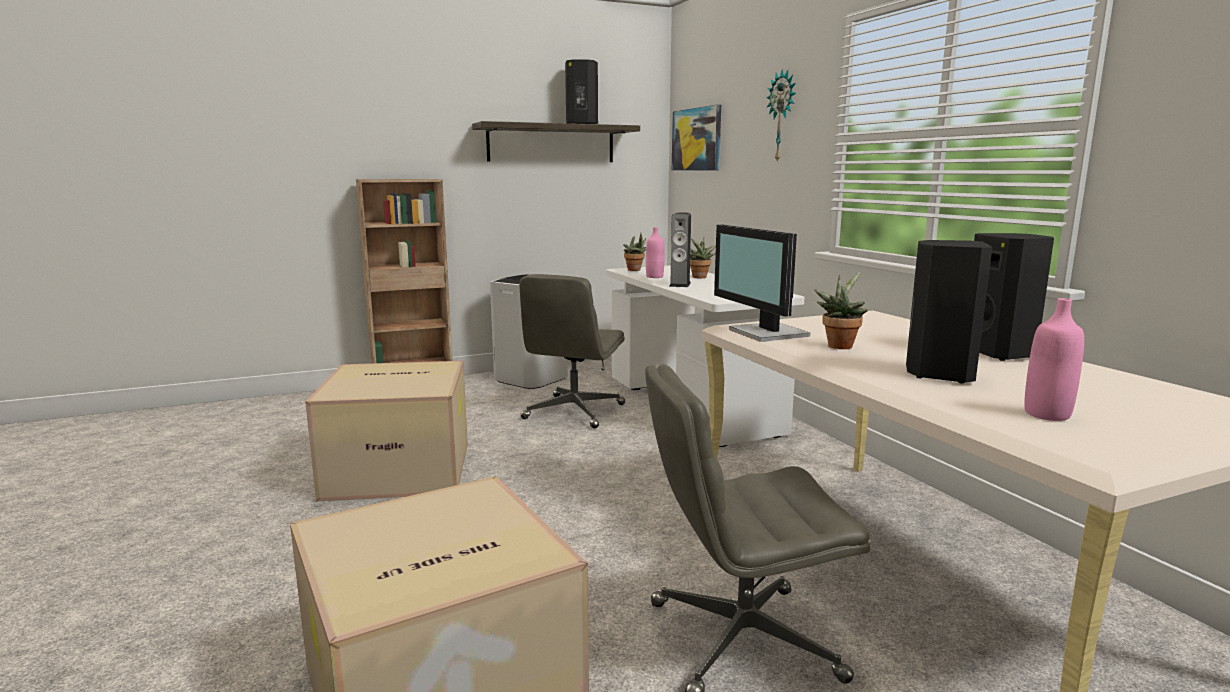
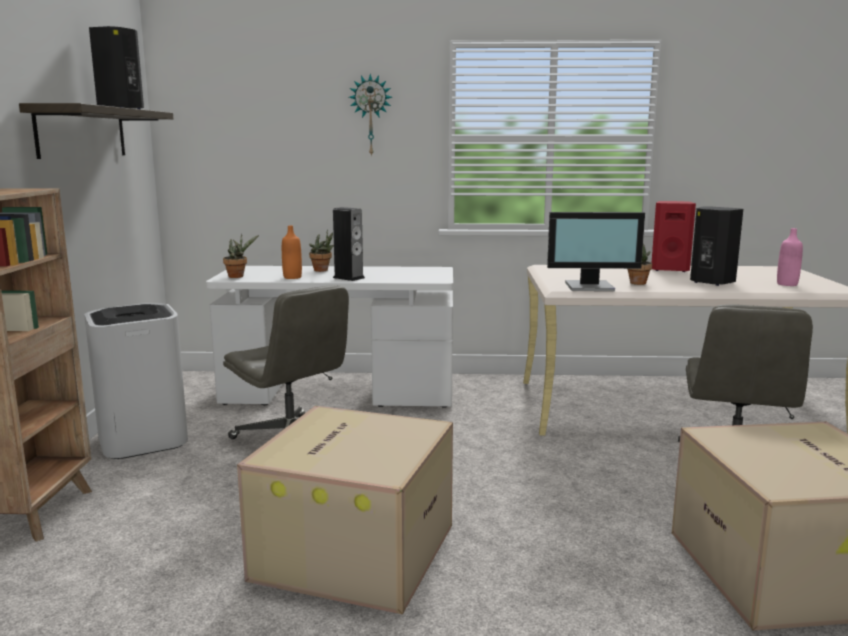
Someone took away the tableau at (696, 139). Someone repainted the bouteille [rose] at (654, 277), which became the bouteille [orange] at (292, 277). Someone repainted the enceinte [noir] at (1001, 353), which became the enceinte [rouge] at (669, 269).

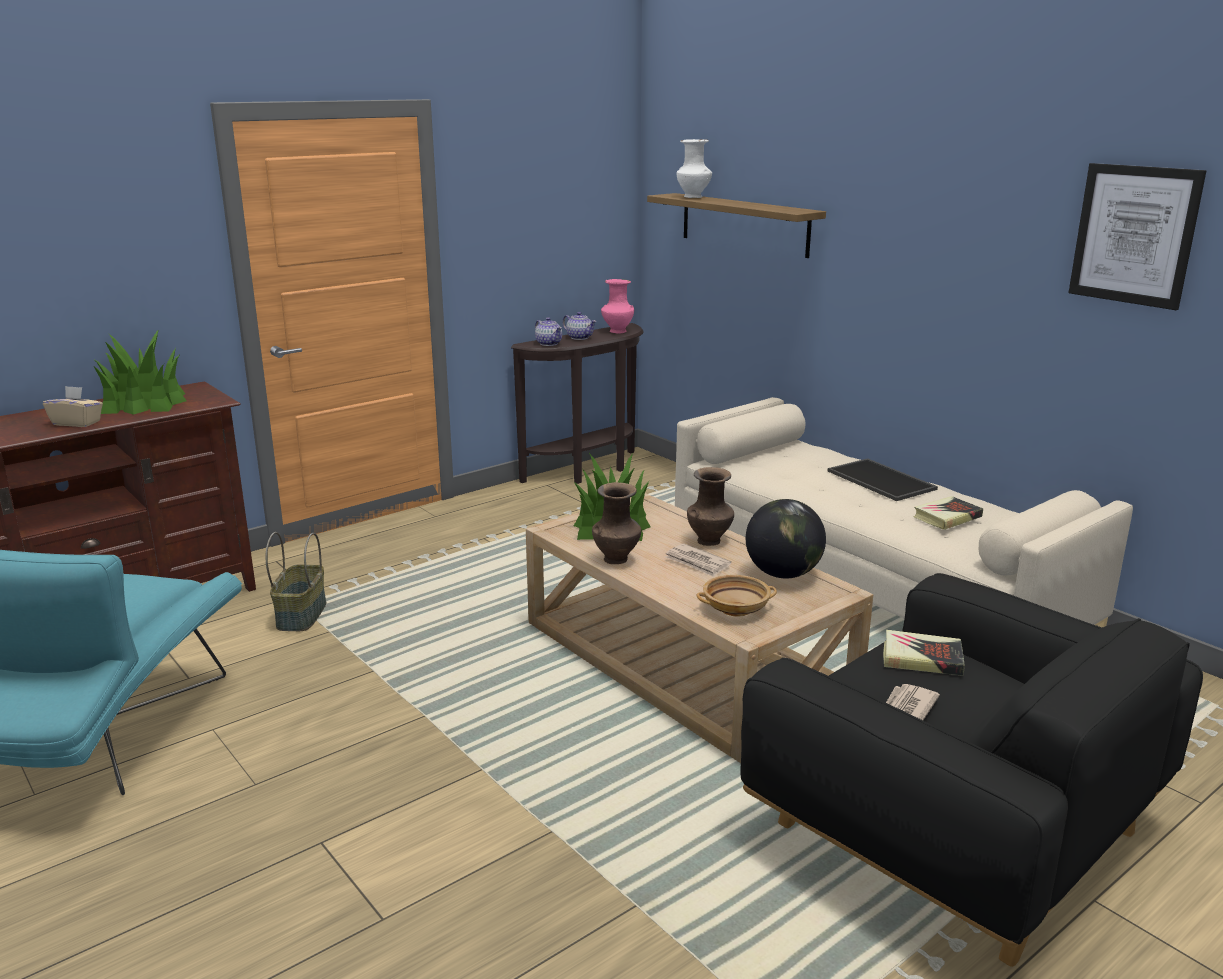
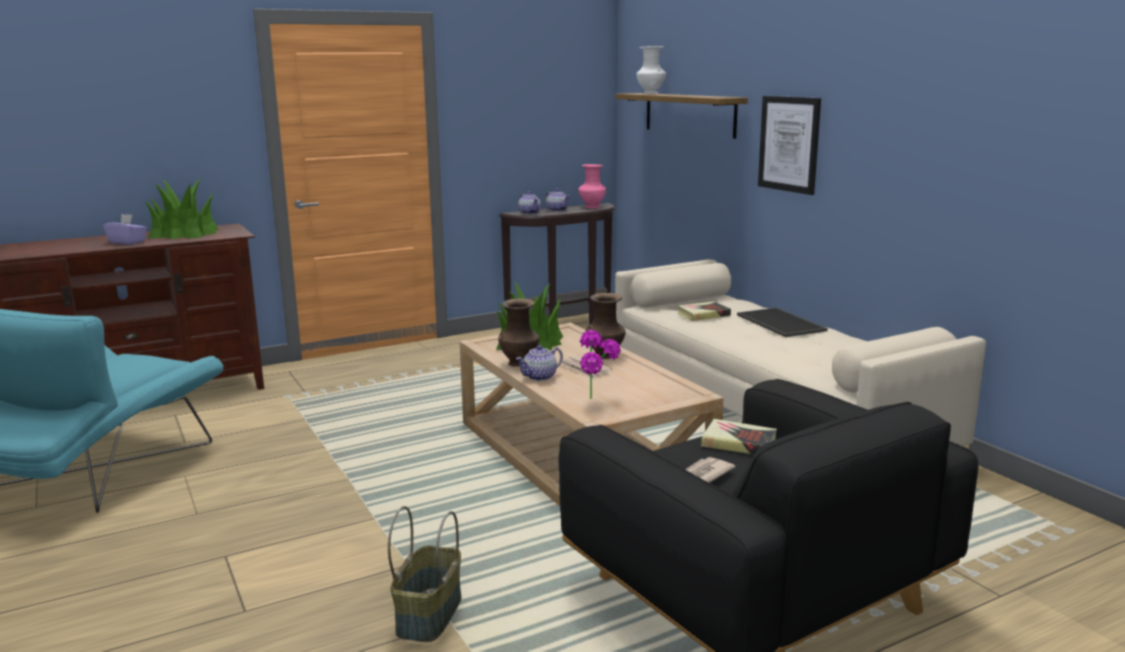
Someone carried the tableau from (1134, 235) to (789, 144). Someone repainted the boîte à mouchoirs [beige] at (77, 423), which became the boîte à mouchoirs [violet] at (127, 242). Someone carried the livre from (947, 517) to (703, 315). Someone took away the globe at (783, 574). Someone carried the panier from (301, 615) to (428, 614). Someone swapped the bol [beige] at (736, 608) for the plante en pot at (598, 400). Someone put down the théière at (540, 377).

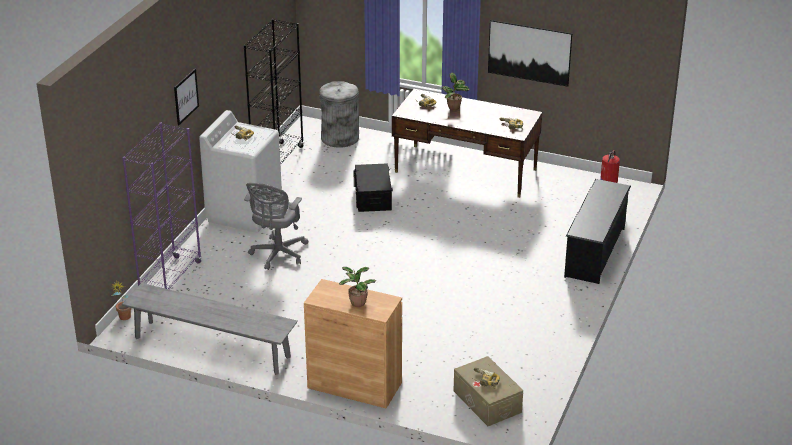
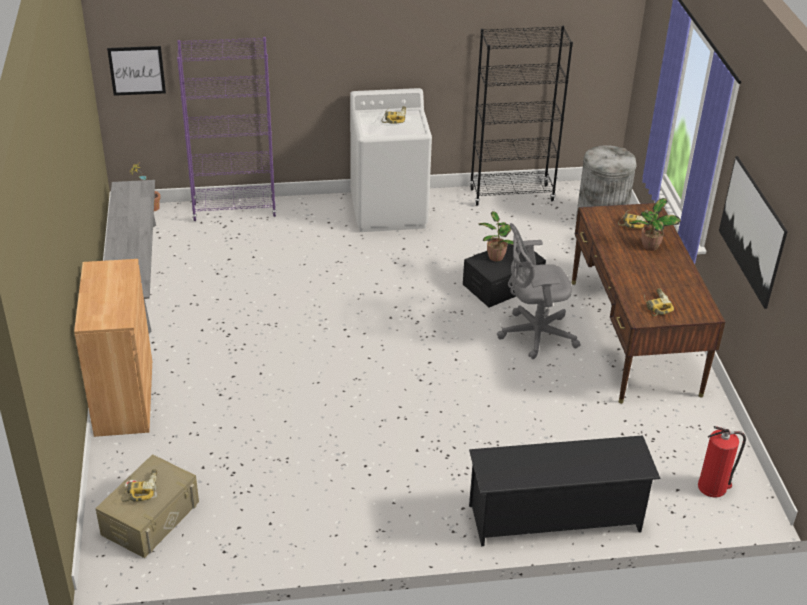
Someone carried the tableau from (186, 96) to (137, 70). Someone carried the chaise de bureau [gris] from (277, 255) to (533, 334). Someone carried the plante en pot from (357, 303) to (495, 256).

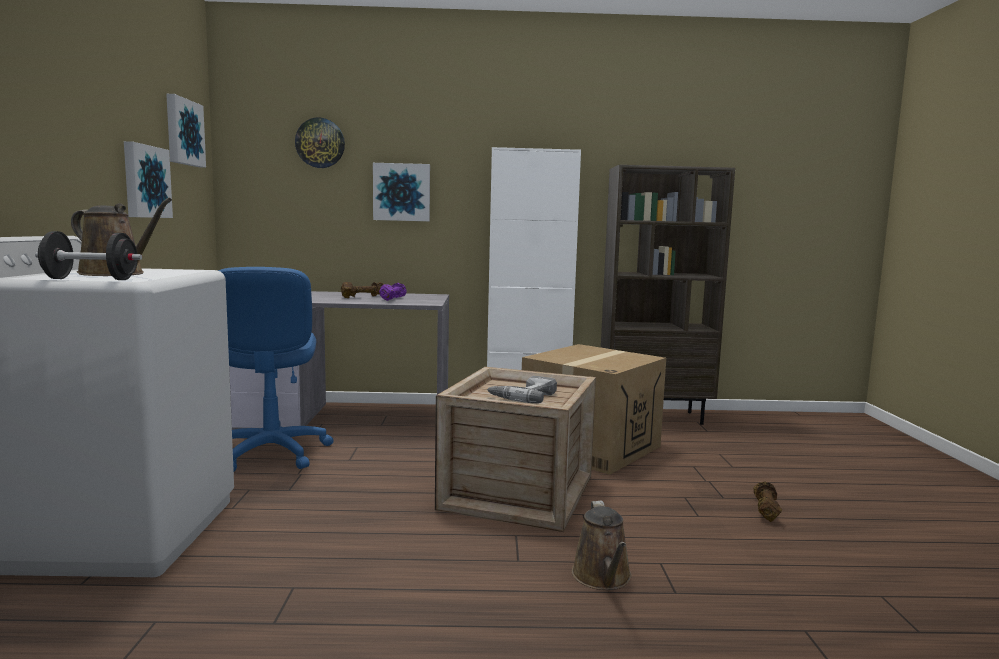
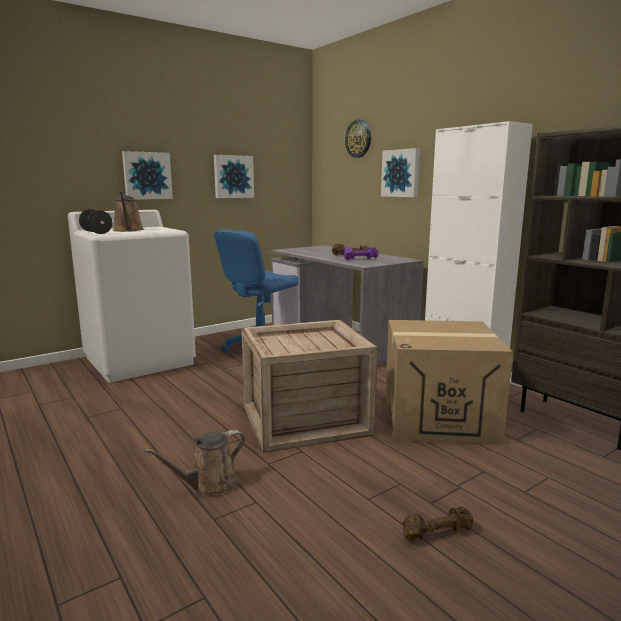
Someone carried the tableau from (183, 132) to (147, 175). Someone took away the perceuse at (523, 396).

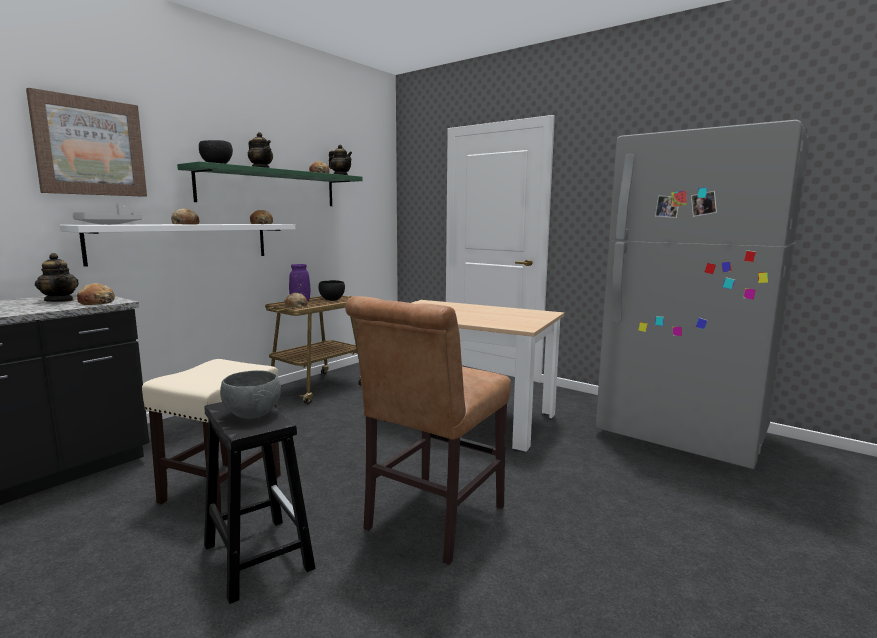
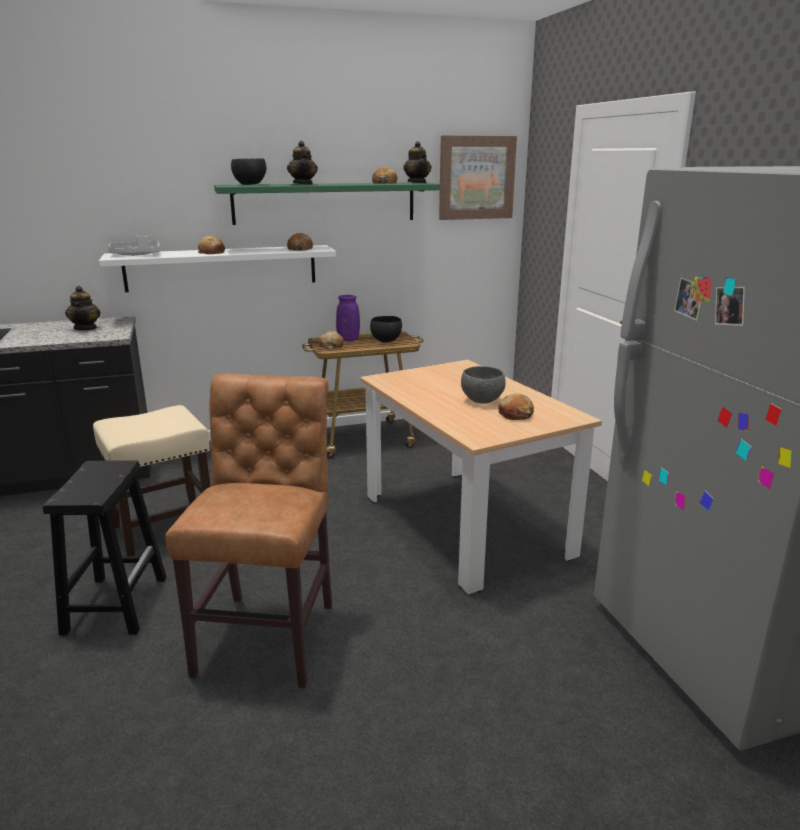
Someone carried the tableau from (90, 147) to (476, 178). Someone carried the pain from (96, 302) to (515, 414). Someone rotated the chaise [marron] at (430, 521) by 120 degrees clockwise. Someone carried the bol [gris] from (252, 414) to (482, 400).

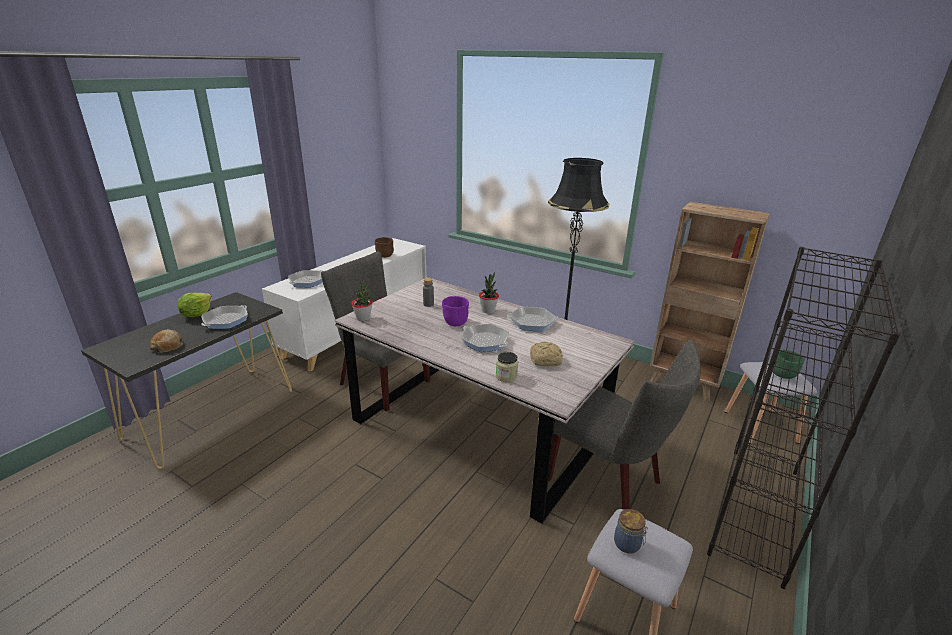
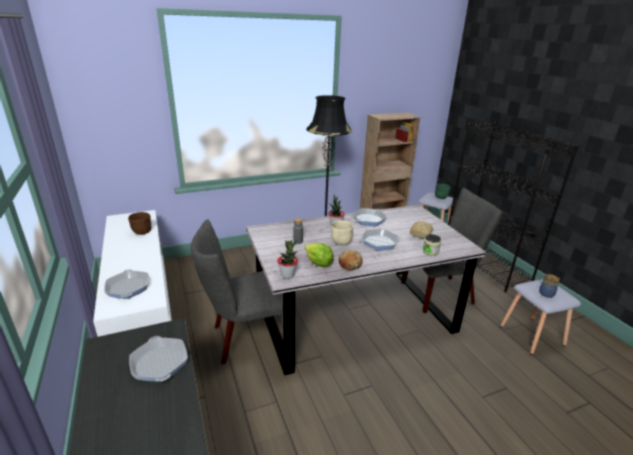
Someone carried the laitue from (197, 314) to (318, 264). Someone repainted the bol [violet] at (455, 323), which became the bol [beige] at (341, 242). Someone carried the pain from (168, 346) to (350, 264).

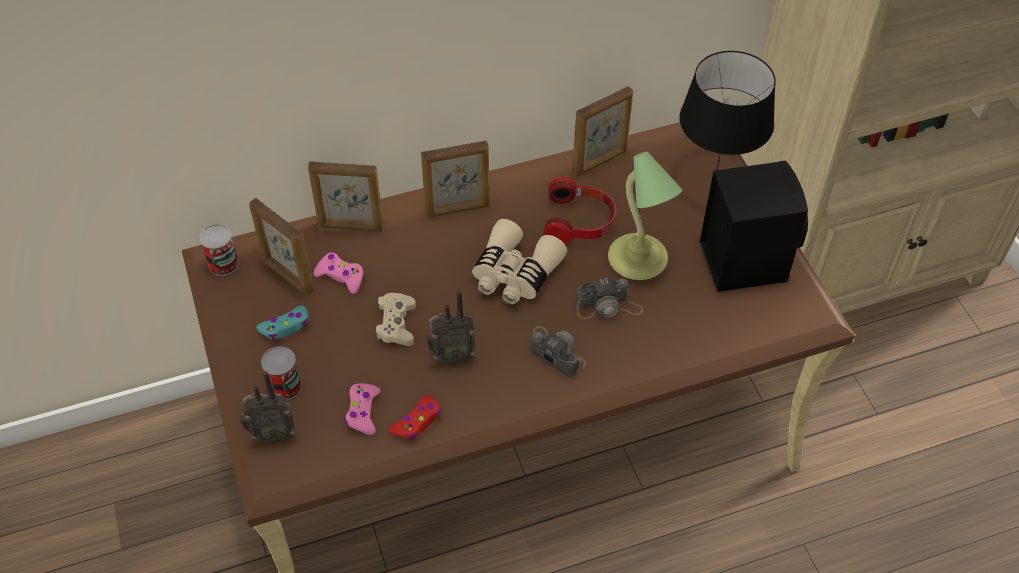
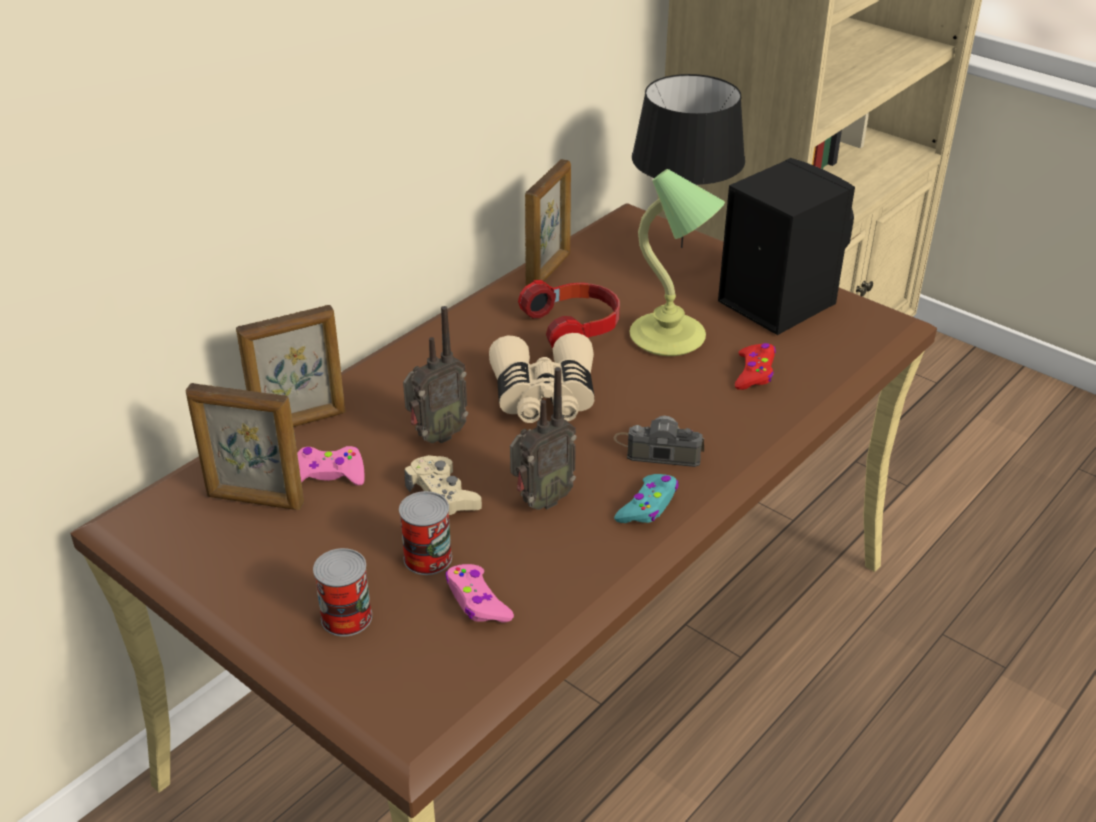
Someone took away the cadre photo at (458, 209). Someone carried the boîte métallique from (223, 263) to (427, 558). Someone took away the appareil photo at (608, 307). Someone carried the manette [turquoise] from (285, 327) to (648, 506). Someone carried the radio from (273, 435) to (436, 436). Someone carried the manette [rouge] from (417, 422) to (754, 373).

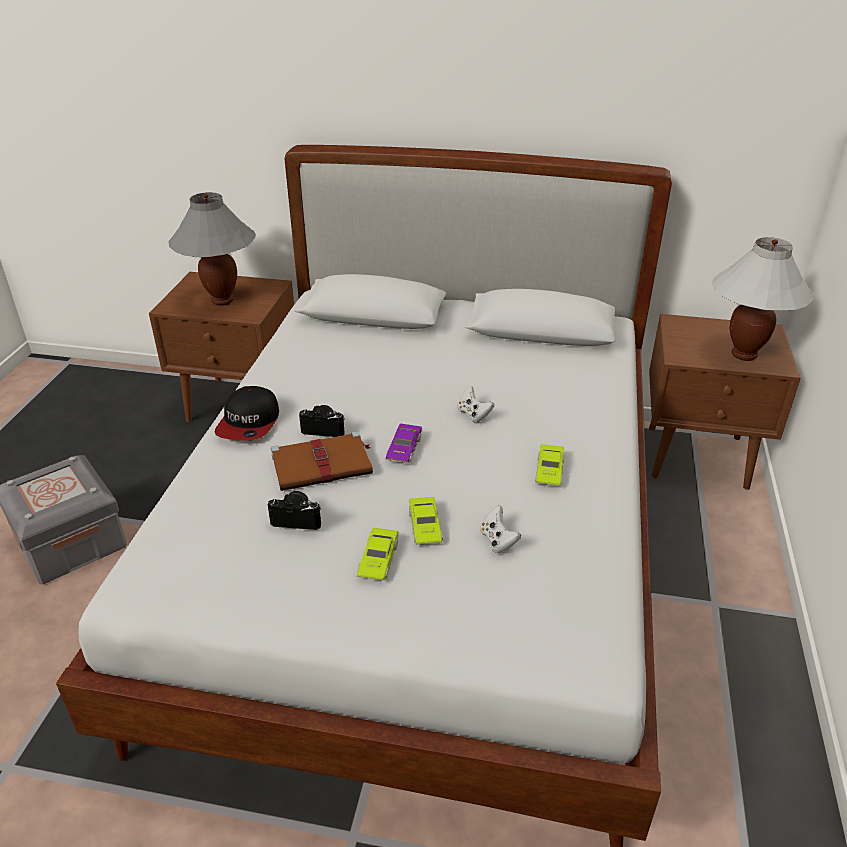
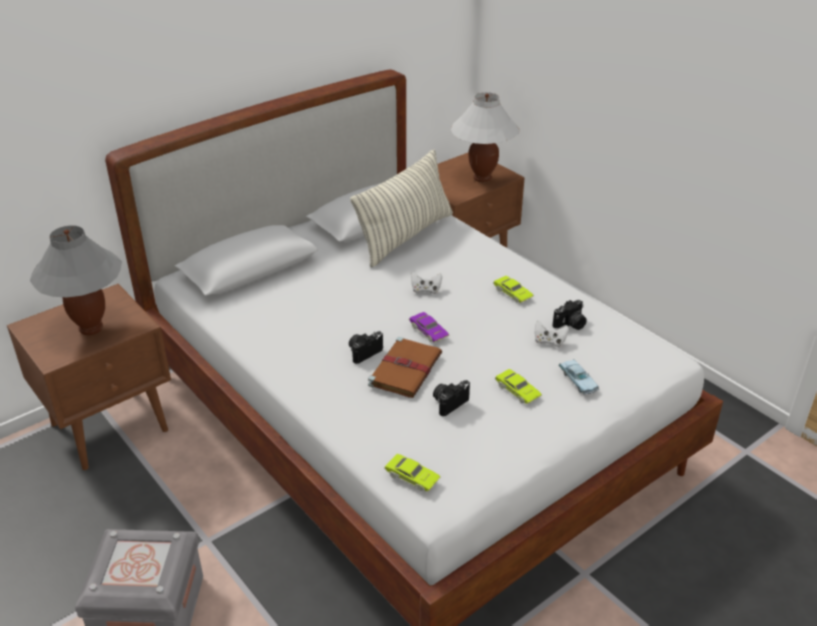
Someone took away the casquette at (249, 423). Someone carried the petite voiture [vert] from (425, 526) to (412, 477). Someone put down the coussin at (405, 236). Someone put down the appareil photo at (570, 324). Someone put down the petite voiture [bleu] at (578, 380).

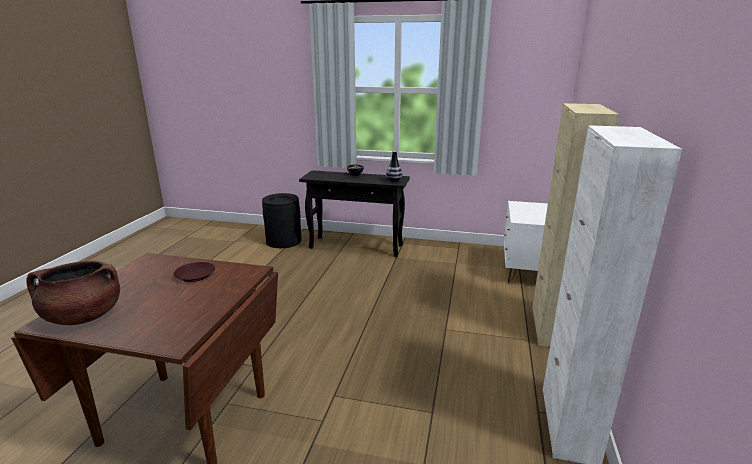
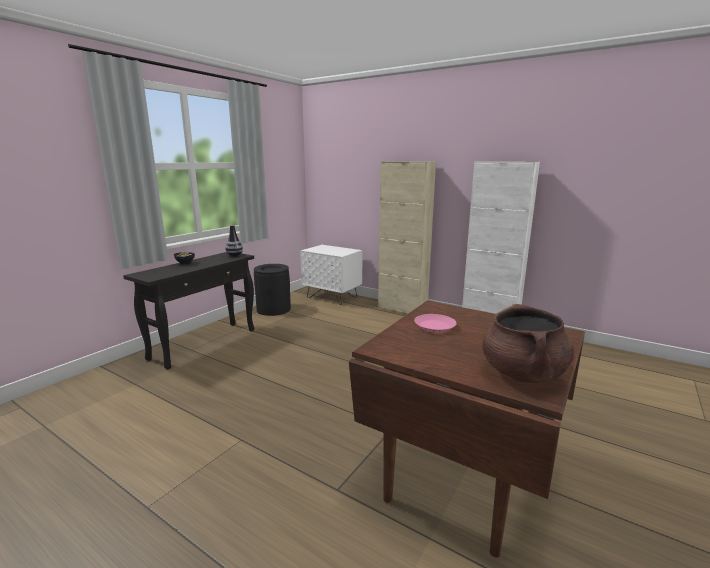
Someone carried the poubelle [noir] from (283, 241) to (273, 309). Someone repainted the assiette [marron] at (195, 275), which became the assiette [rose] at (435, 326).

